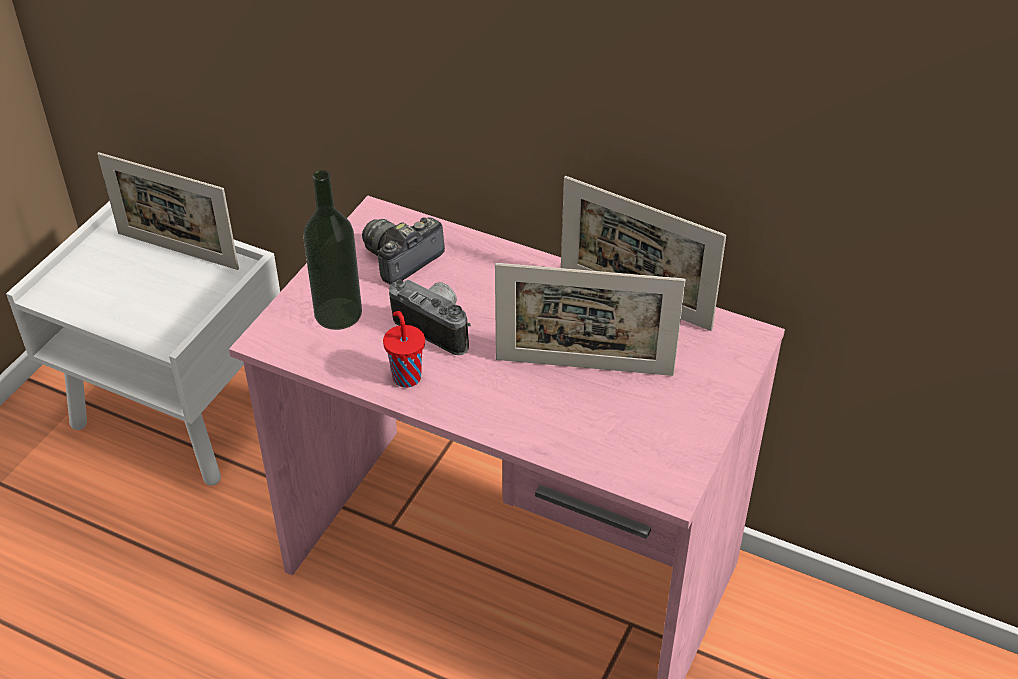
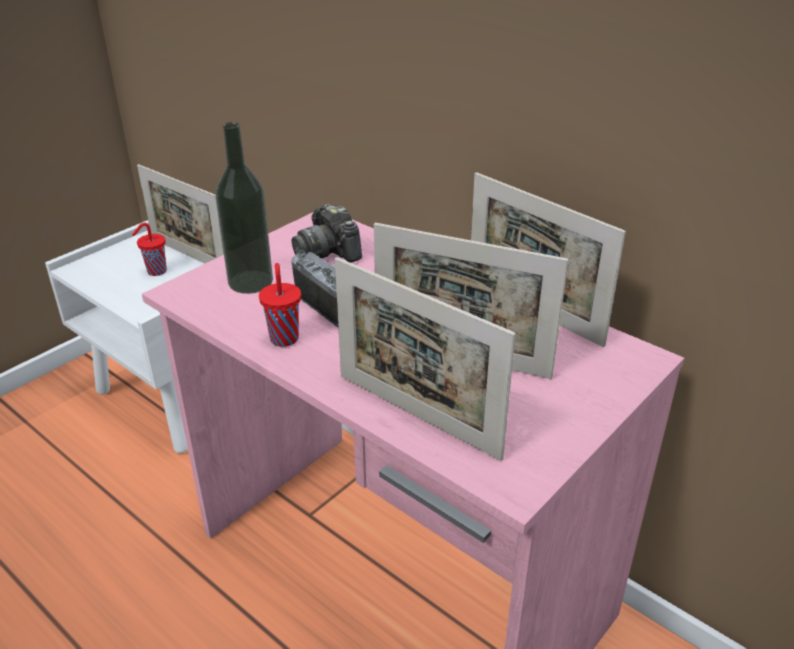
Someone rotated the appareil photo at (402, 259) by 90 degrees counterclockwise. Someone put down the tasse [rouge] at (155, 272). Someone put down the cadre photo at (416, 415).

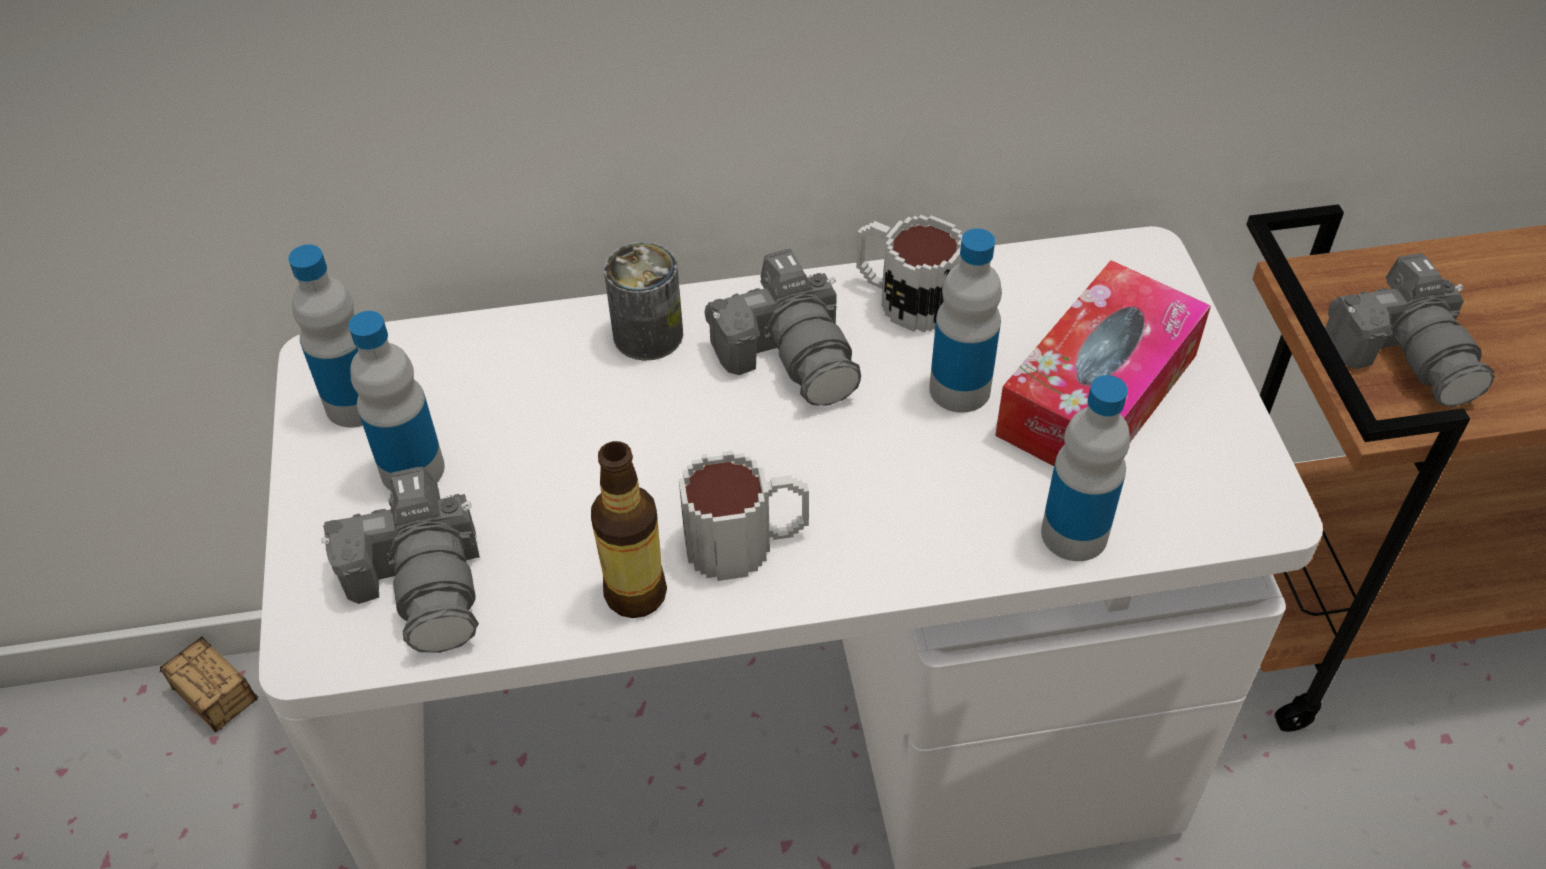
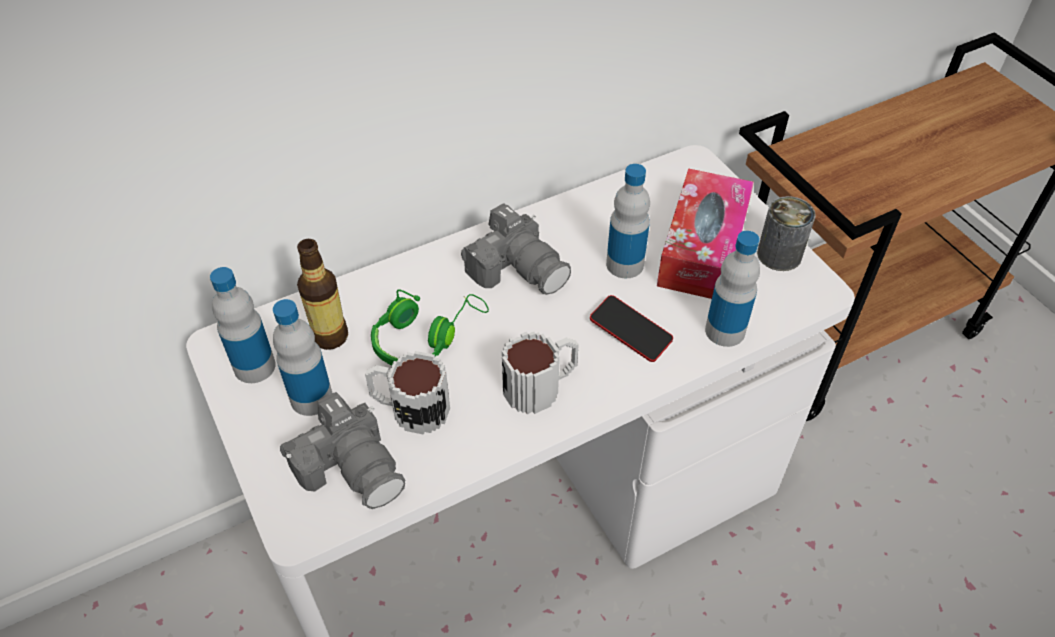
Someone carried the mug from (904, 298) to (409, 408). Someone carried the boîte métallique from (648, 334) to (779, 254). Someone took away the appareil photo at (1405, 355). Someone carried the bouteille from (635, 594) to (330, 336). Someone took away the boîte de rangement at (246, 725). Someone put down the casque audio [vert] at (425, 337). Someone put down the téléphone at (630, 332).

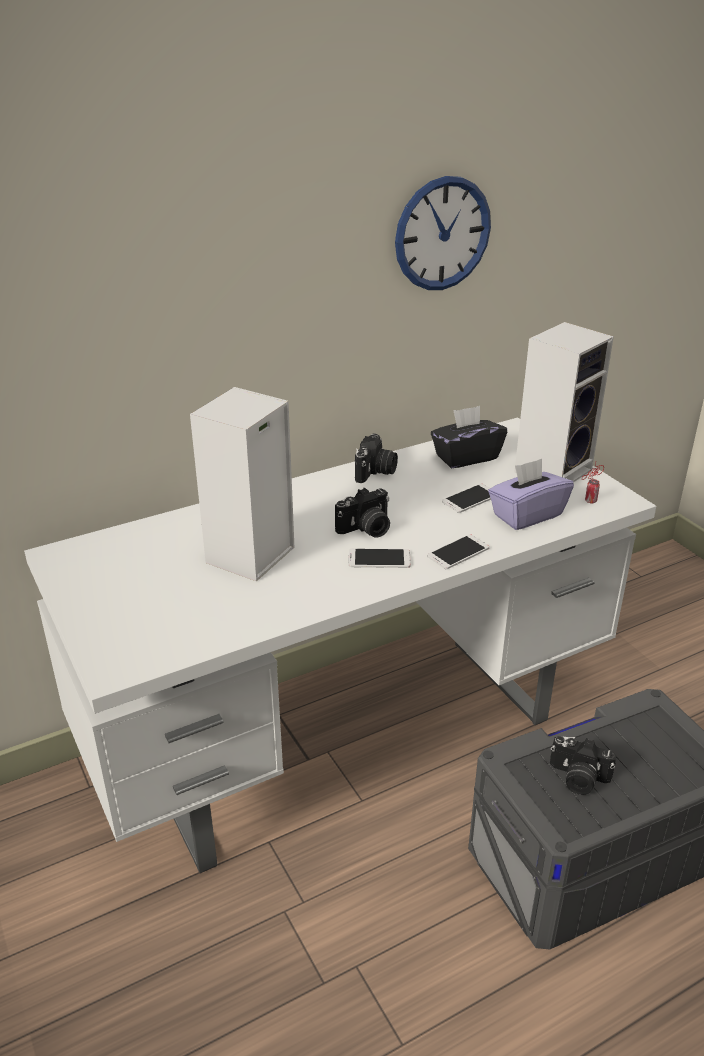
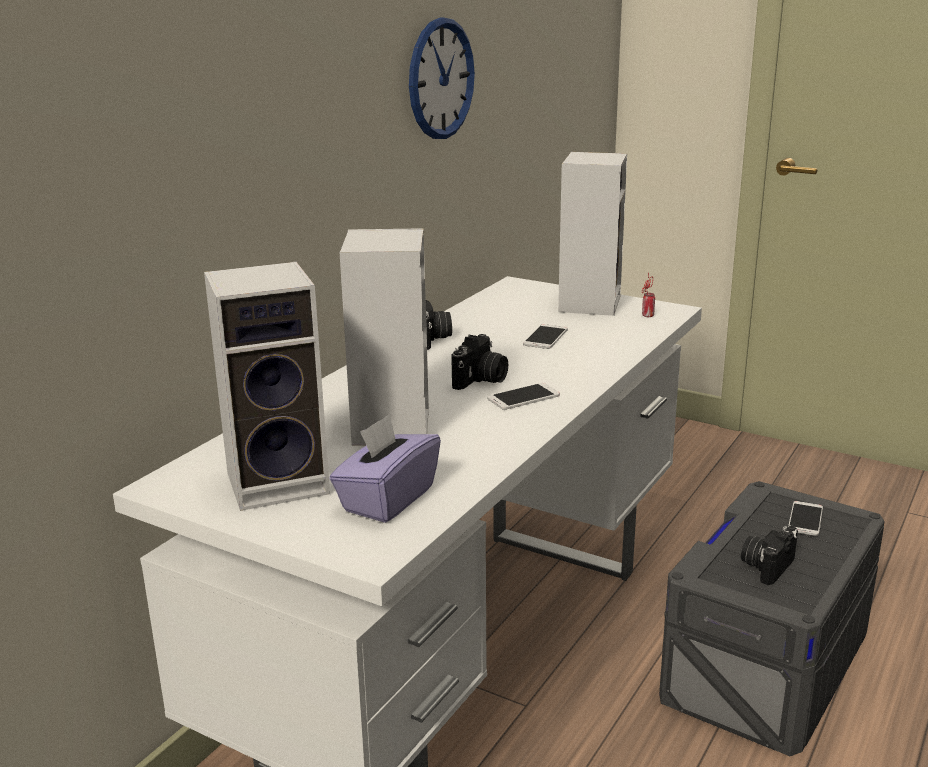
Someone took away the boîte à mouchoirs [noir] at (466, 457). Someone carried the boîte à mouchoirs [violet] from (526, 515) to (387, 499). Someone carried the téléphone from (458, 552) to (805, 519). Someone rotated the appareil photo at (578, 778) by 135 degrees clockwise. Someone put down the enceinte at (281, 481).

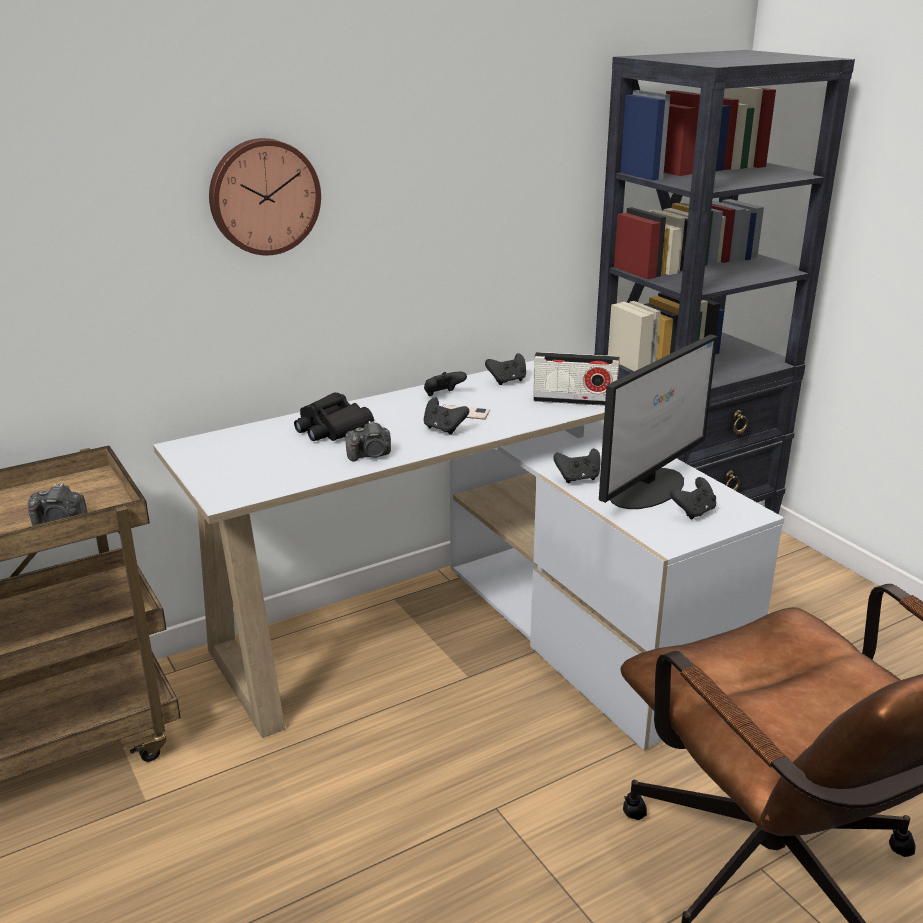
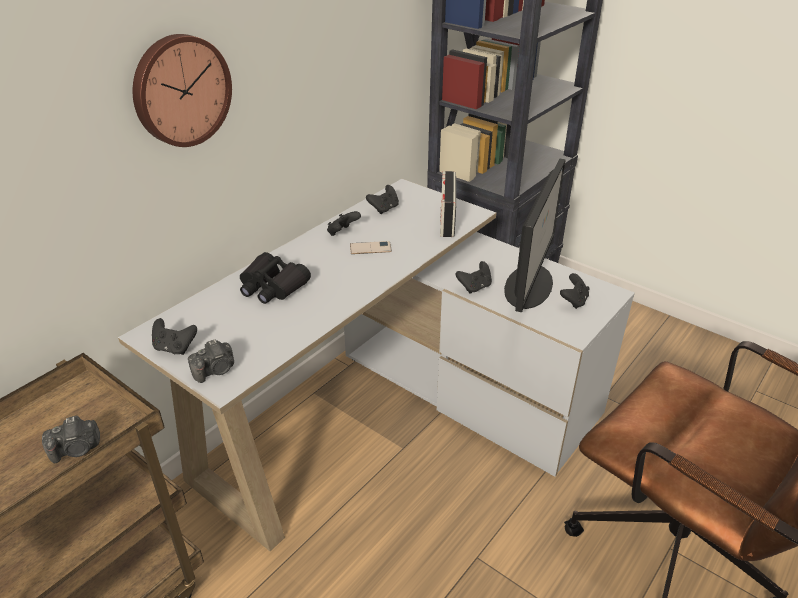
Someone rotated the radio at (574, 401) by 105 degrees clockwise. Someone carried the manette [noir] from (443, 429) to (175, 348). Someone carried the appareil photo from (370, 455) to (215, 370).

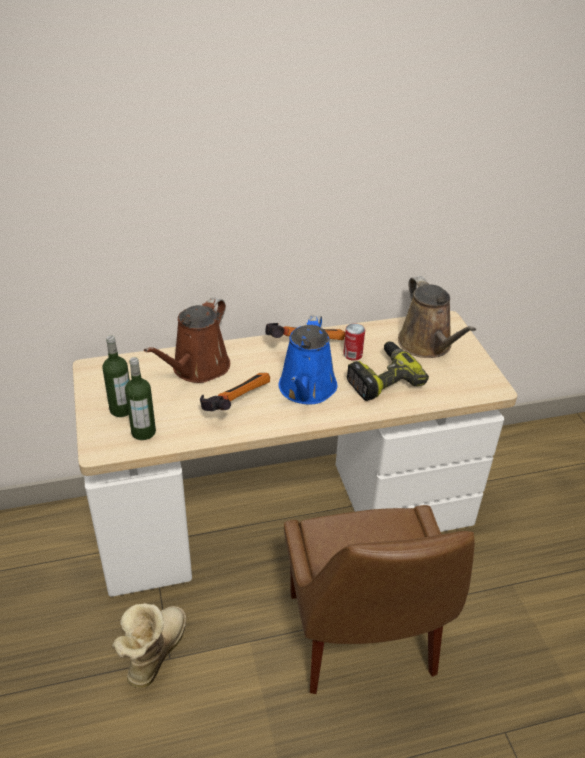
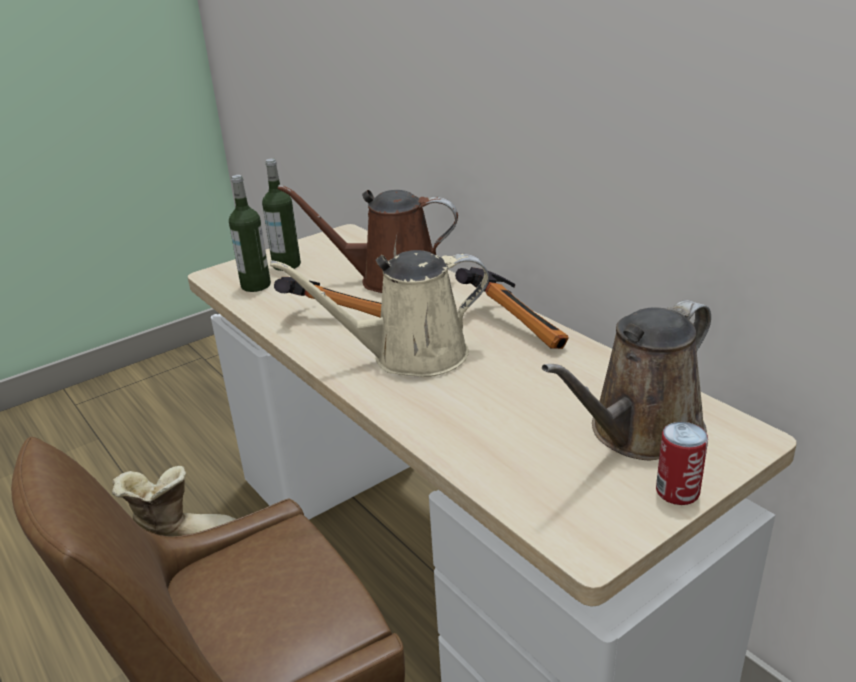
Someone repainted the arrosoir [bleu] at (306, 390), which became the arrosoir [beige] at (410, 356). Someone carried the boîte métallique from (352, 355) to (677, 491). Someone took away the perceuse at (381, 378).

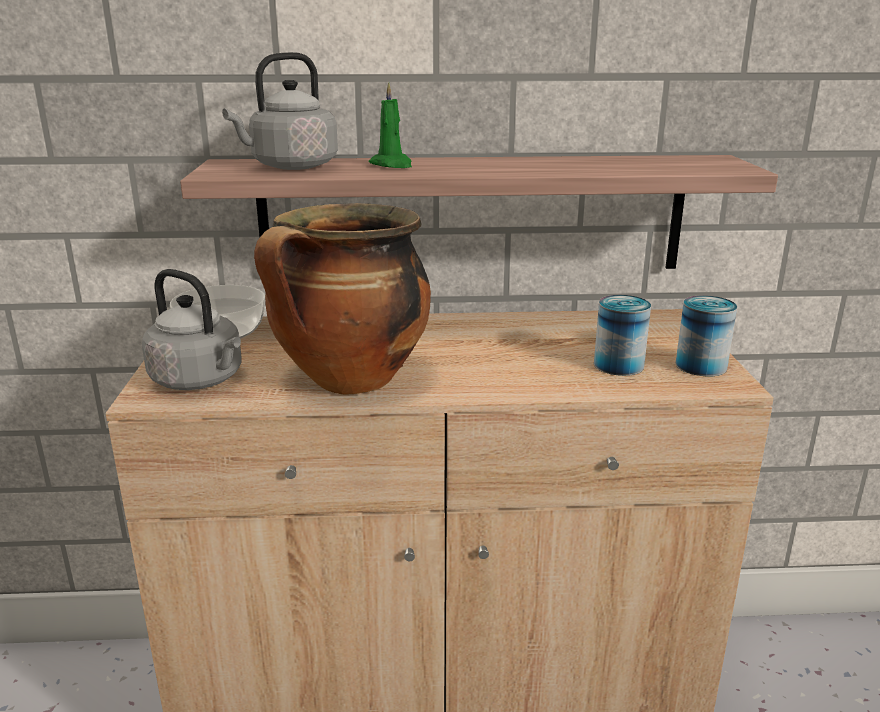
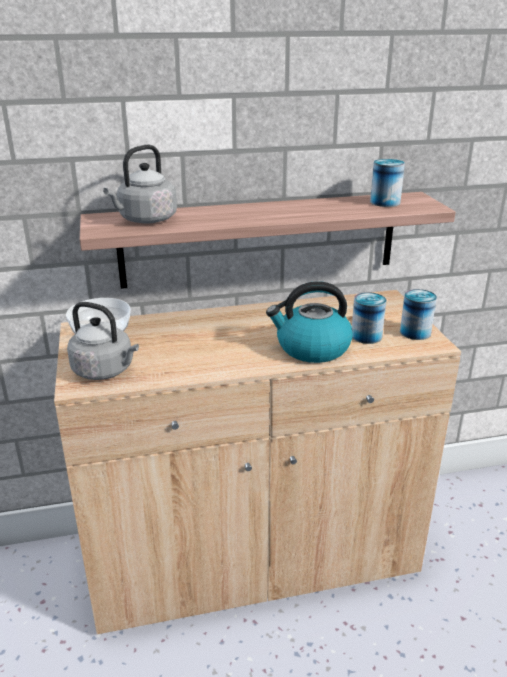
Someone took away the bougie [vert] at (392, 165). Someone took away the marmite at (351, 381). Someone put down the boîte métallique at (385, 202). Someone put down the bouilloire at (312, 348).

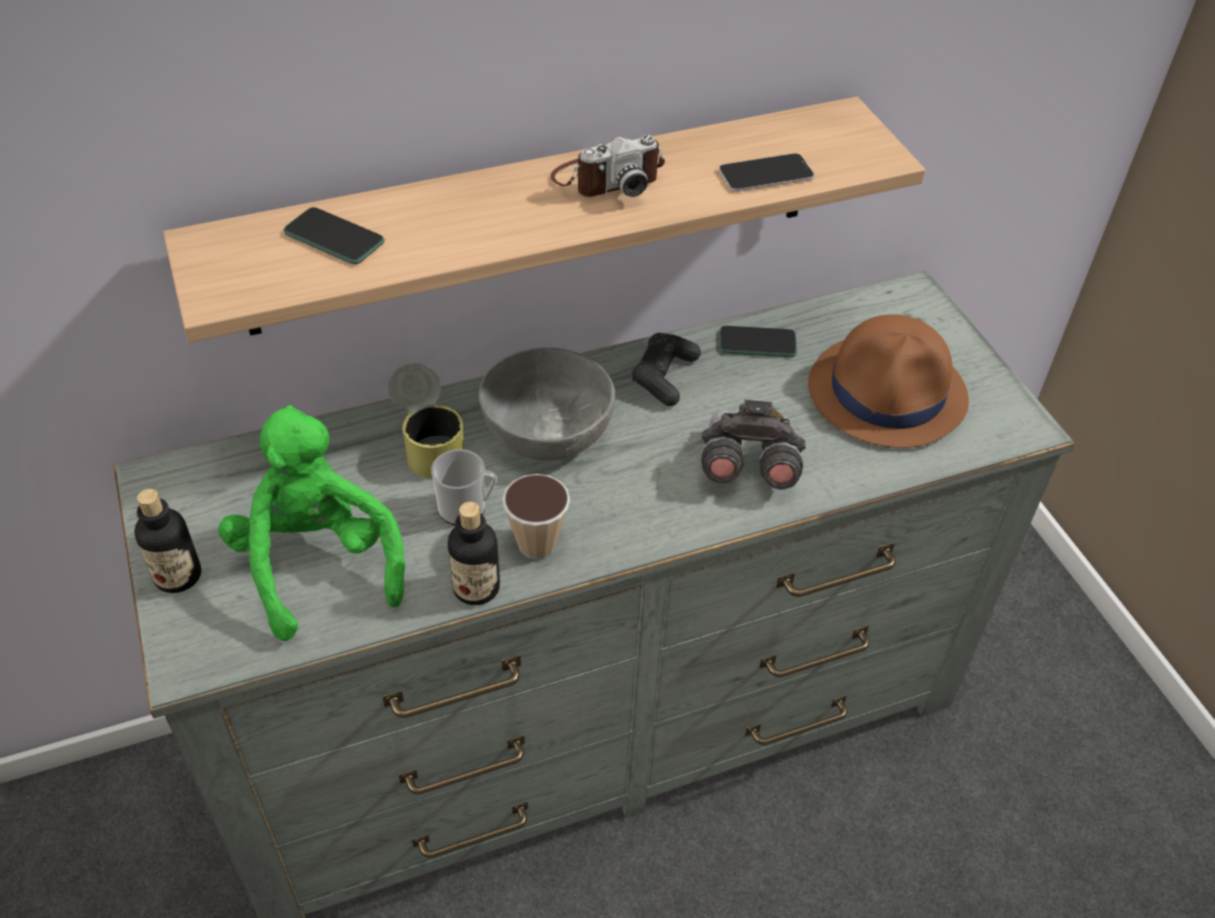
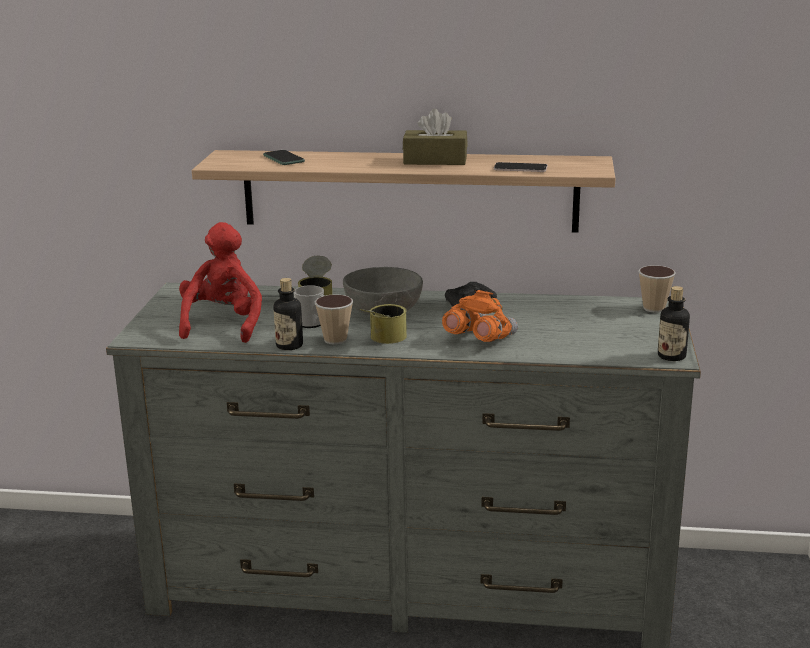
Someone swapped the appareil photo at (607, 178) for the boîte à mouchoirs [marron] at (435, 160). Someone took away the chapeau [marron] at (888, 393). Someone took away the téléphone at (757, 343). Someone repainted the jumelles [gris] at (747, 466), which became the jumelles [orange] at (479, 339). Someone repainted the peluche [vert] at (318, 564), which became the peluche [rouge] at (223, 324). Someone carried the bouteille from (178, 576) to (671, 356). Someone put down the tasse at (654, 308). Someone put down the boîte métallique at (382, 340).

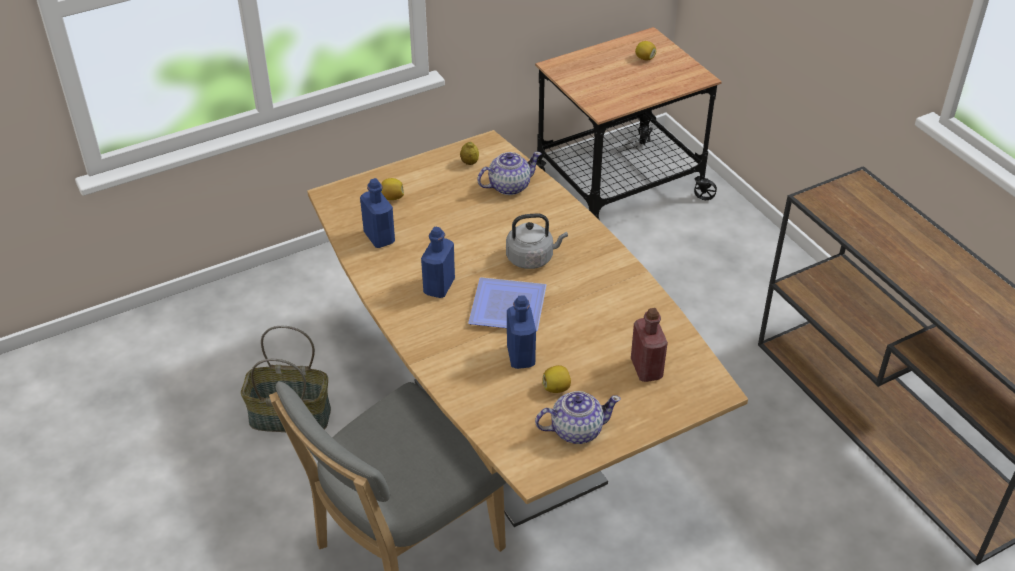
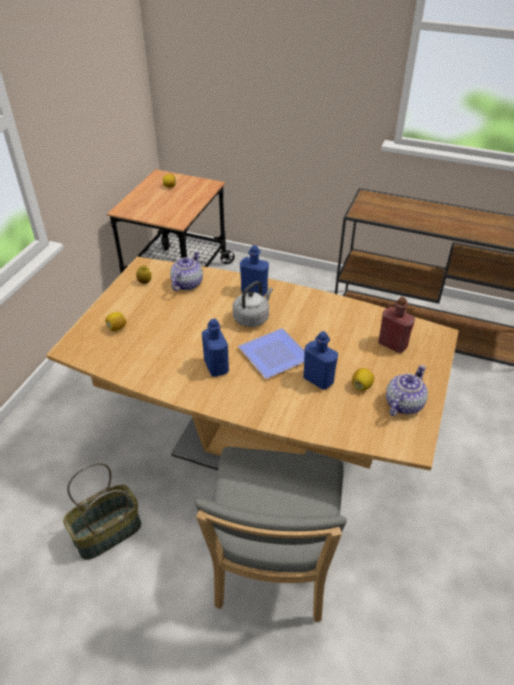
Someone carried the bouteille [bleu] from (379, 237) to (254, 291).

